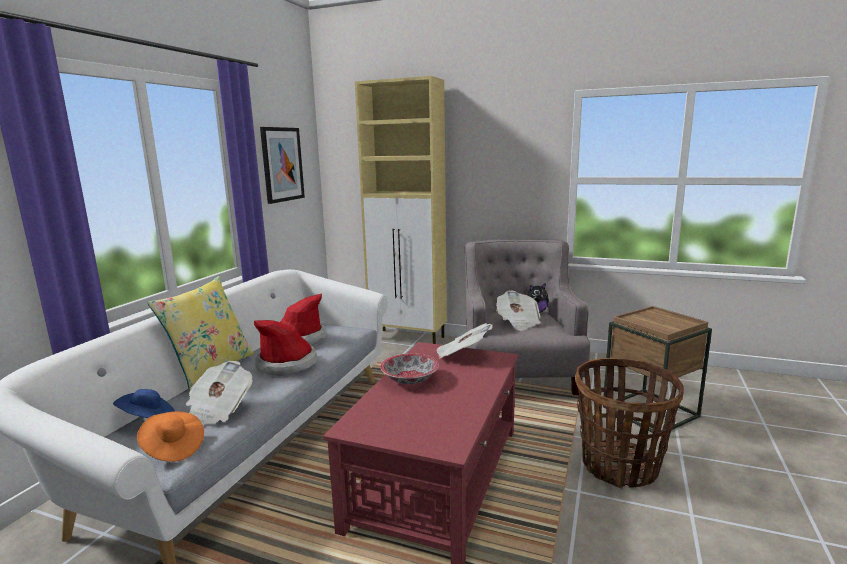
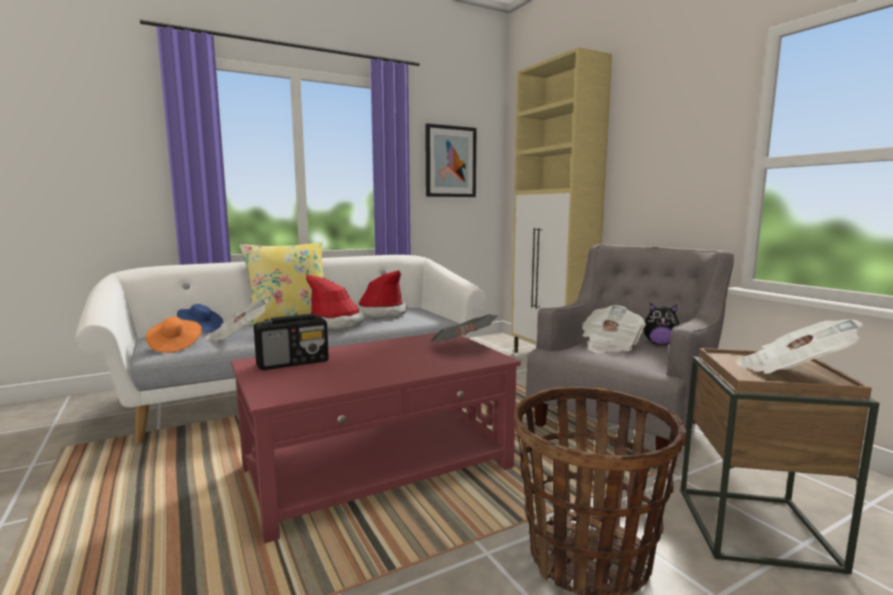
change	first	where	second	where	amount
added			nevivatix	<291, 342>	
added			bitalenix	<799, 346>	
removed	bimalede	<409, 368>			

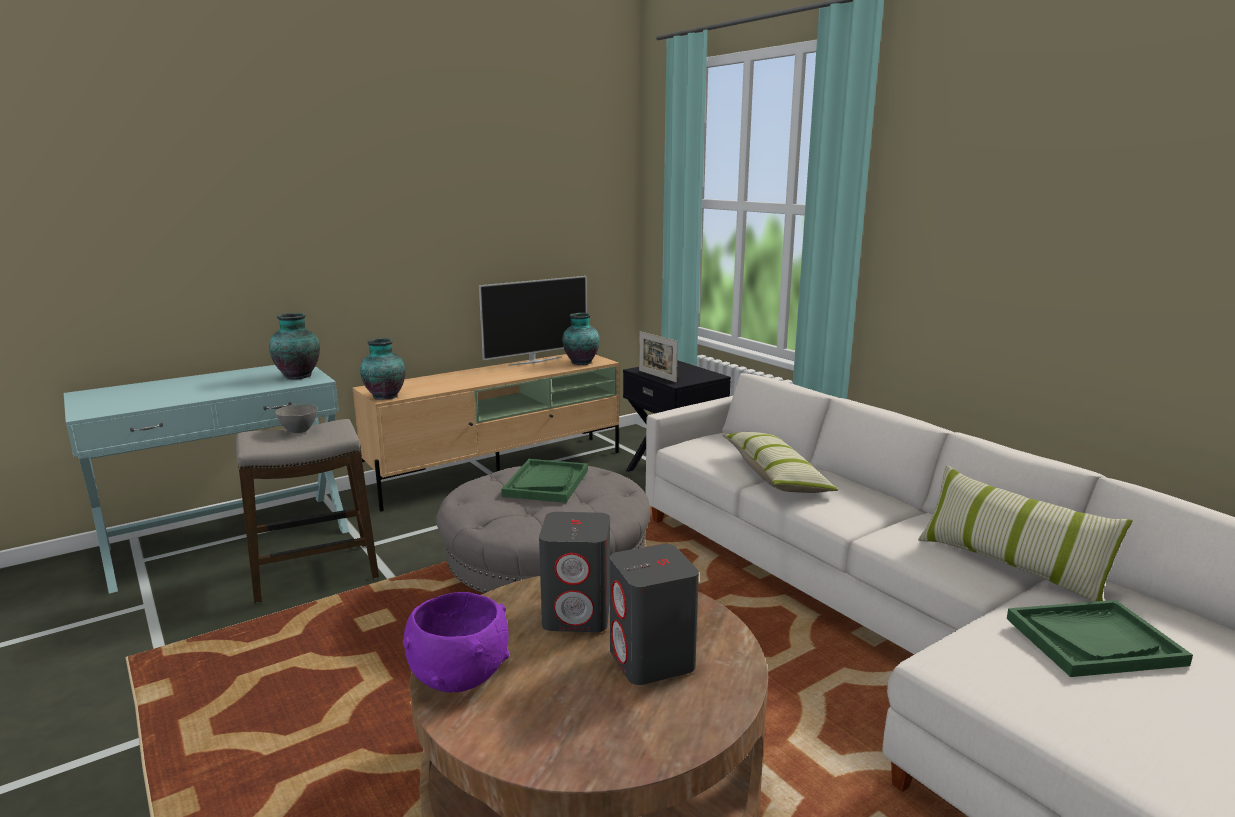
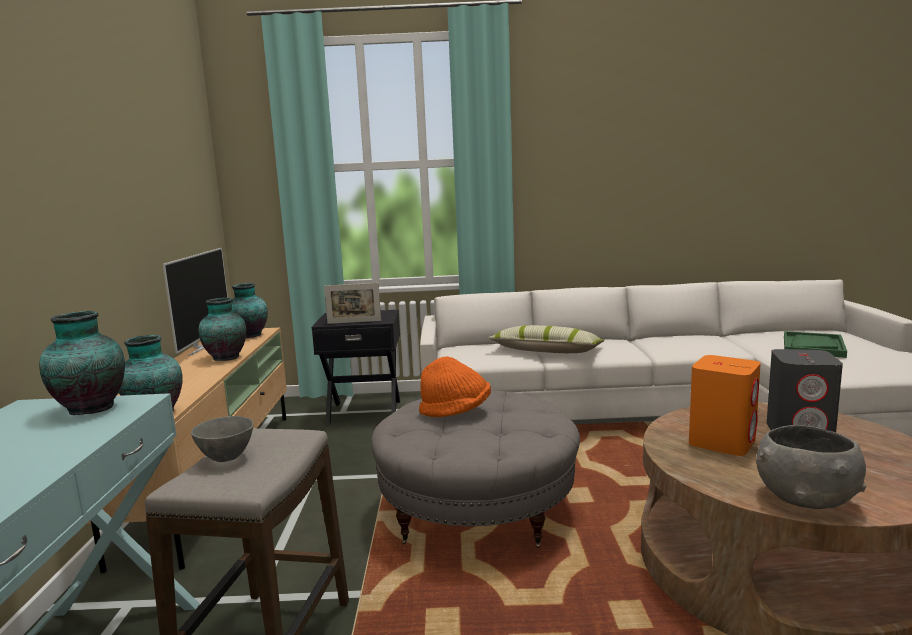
change	first	where	second	where	amount
added			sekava	<222, 329>	
replaced	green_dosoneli	<544, 481>	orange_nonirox	<455, 386>	
recoloured	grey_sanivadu	<574, 572>	orange_sanivadu	<725, 405>	
recoloured	purple_bimalede	<456, 642>	grey_bimalede	<811, 467>	
removed	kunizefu	<1025, 533>			

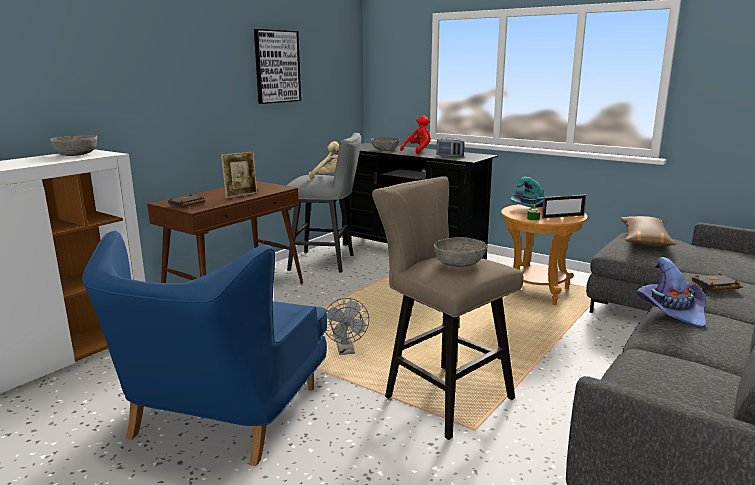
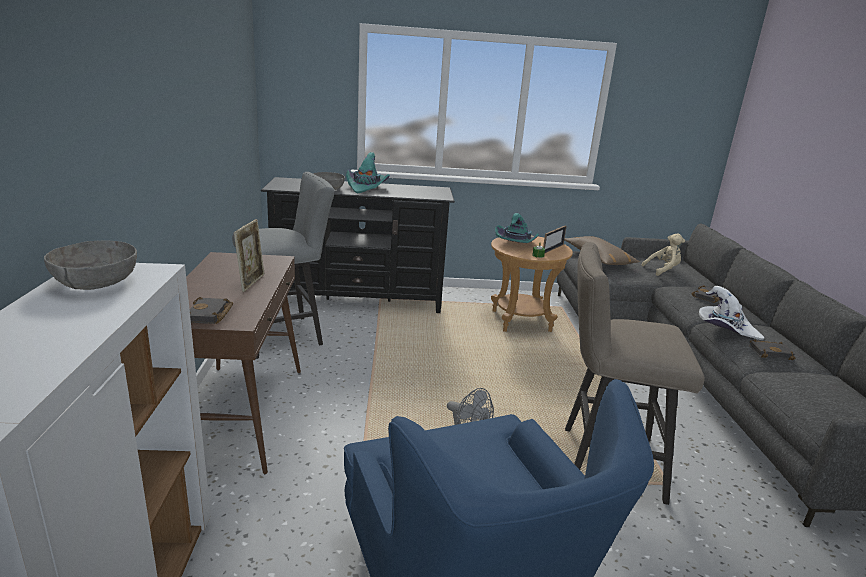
change	first	where	second	where	amount
replaced	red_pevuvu	<415, 134>	turquoise_nonirox	<368, 172>	
moved	beige_pevuvu	<324, 160>		<663, 254>	
recoloured	purple_nonirox	<671, 293>	white_nonirox	<731, 313>	
added			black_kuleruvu	<772, 350>	
removed	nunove	<277, 66>			
removed	grey_bimalede	<460, 252>			
removed	nevivatix	<450, 147>			

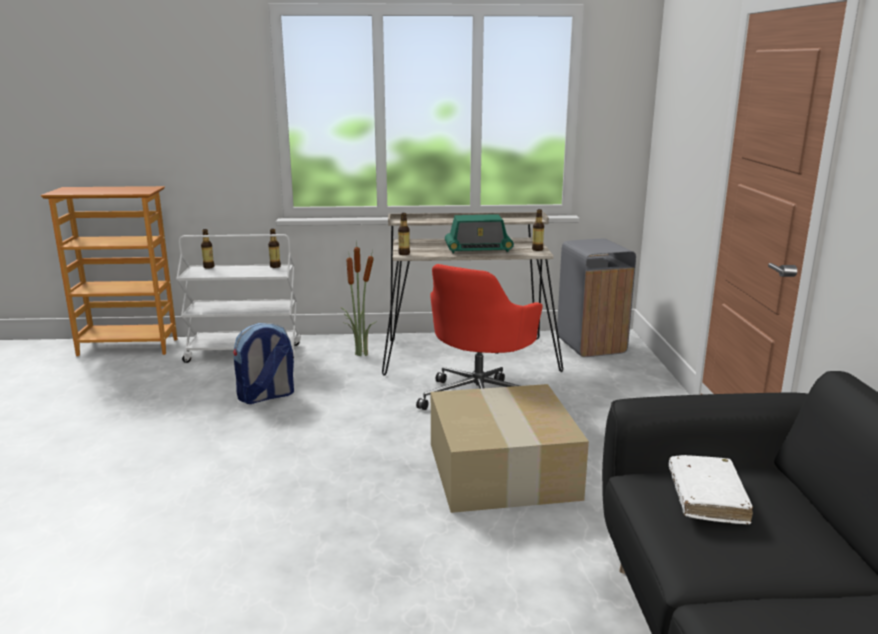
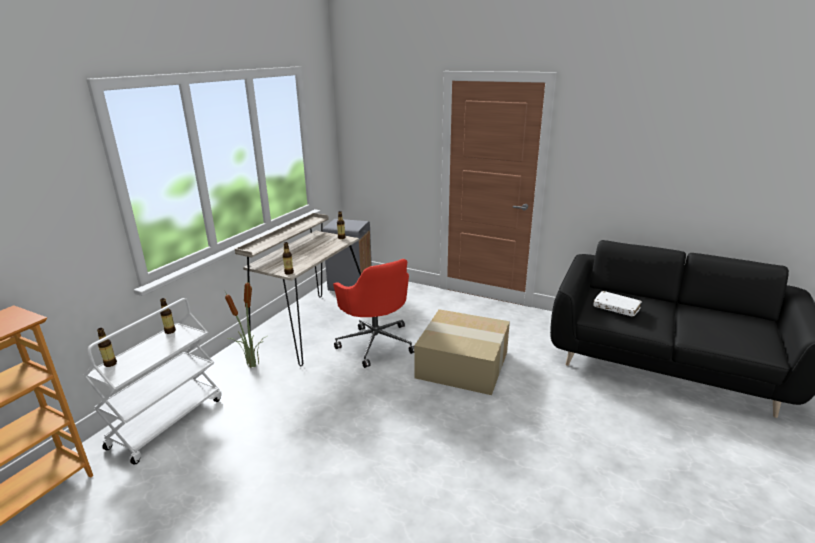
change	first	where	second	where	amount
removed	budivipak	<263, 363>			
removed	nevivatix	<479, 233>			

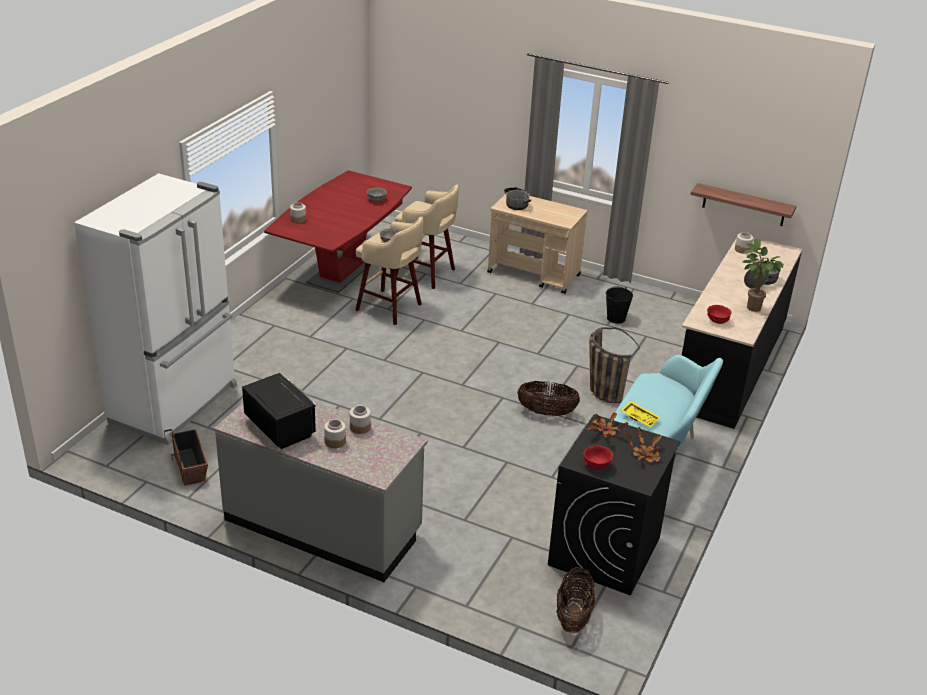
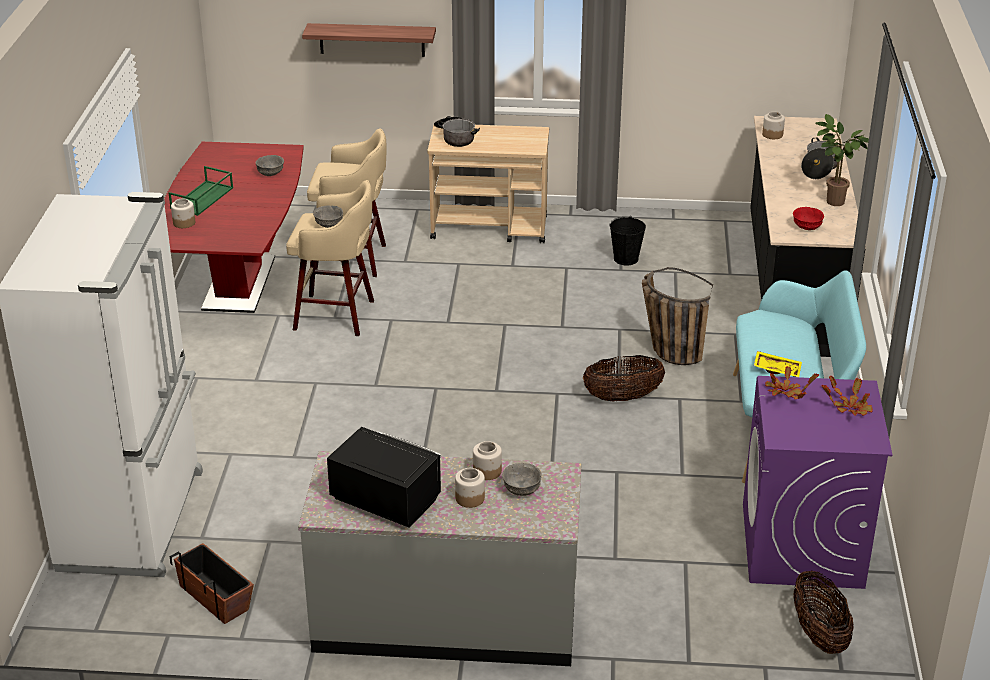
change	first	where	second	where	amount
added			green_dosoneli	<201, 191>	
moved	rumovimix	<743, 204>		<369, 40>	
added			grey_bimalede	<522, 479>	
recoloured	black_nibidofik	<614, 505>	purple_nibidofik	<817, 482>	
removed	red_bimalede	<598, 457>			

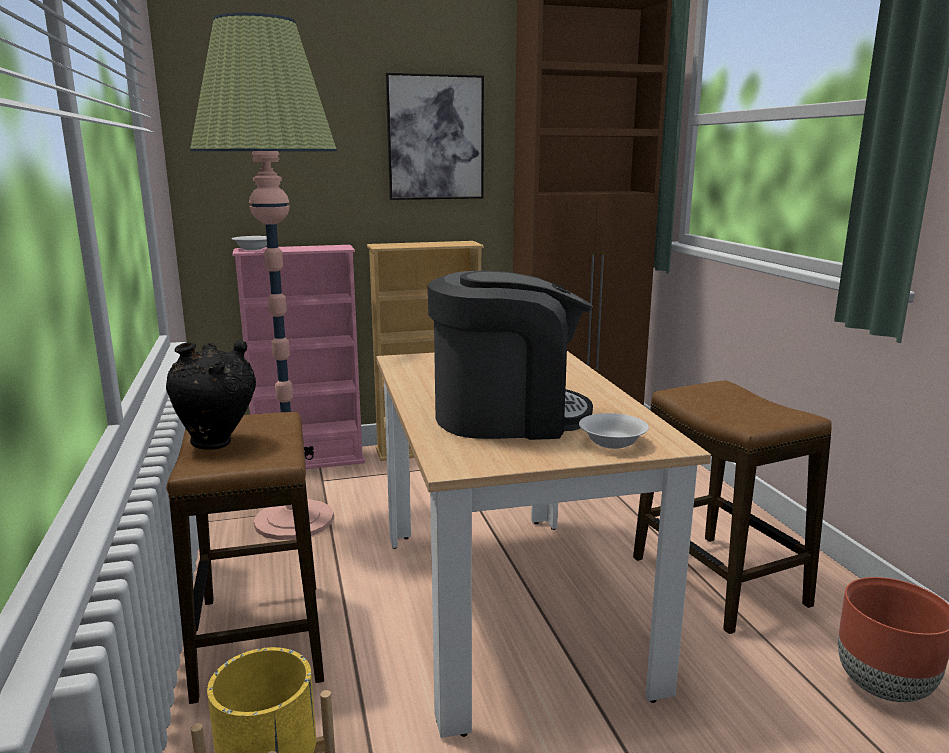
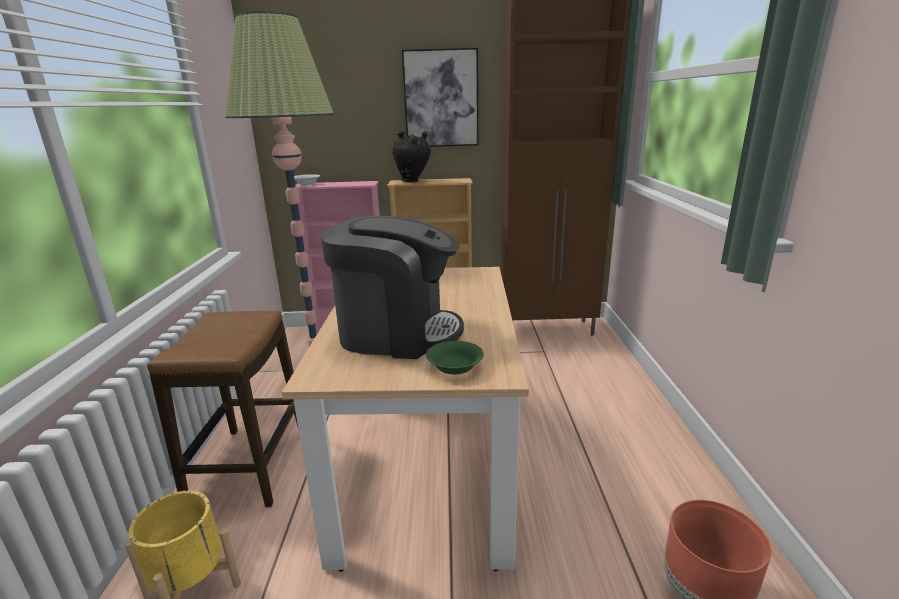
change	first	where	second	where	amount
moved	black_sekava	<211, 395>		<411, 156>	
recoloured	white_bimalede	<614, 431>	green_bimalede	<455, 358>	
removed	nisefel	<732, 507>			

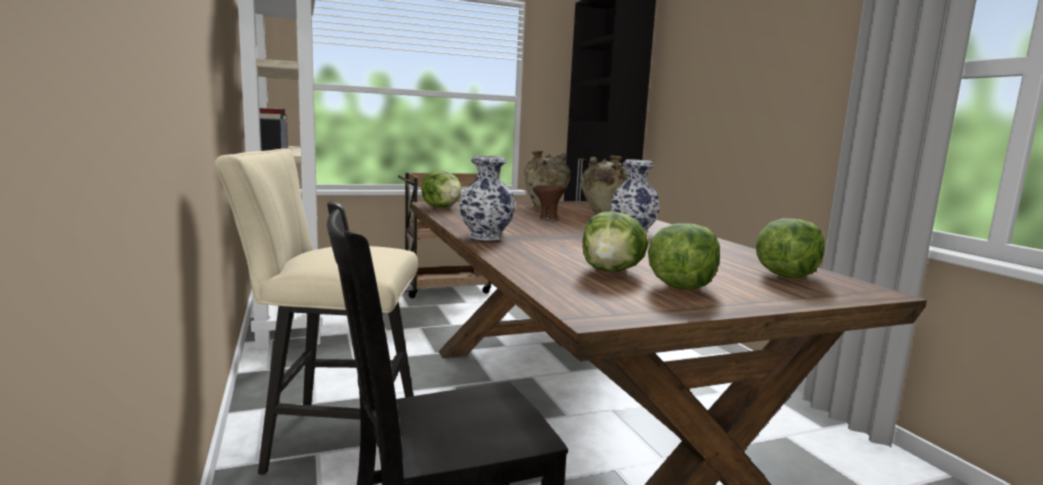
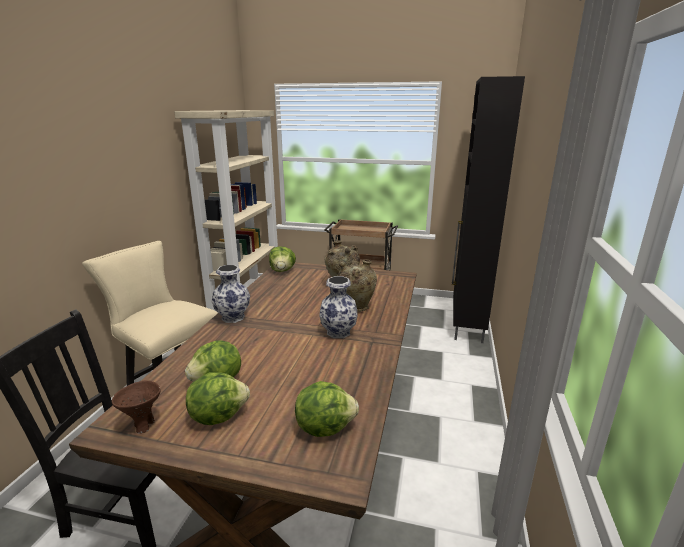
change	first	where	second	where	amount
moved	brown_bimalede	<549, 202>		<136, 407>	

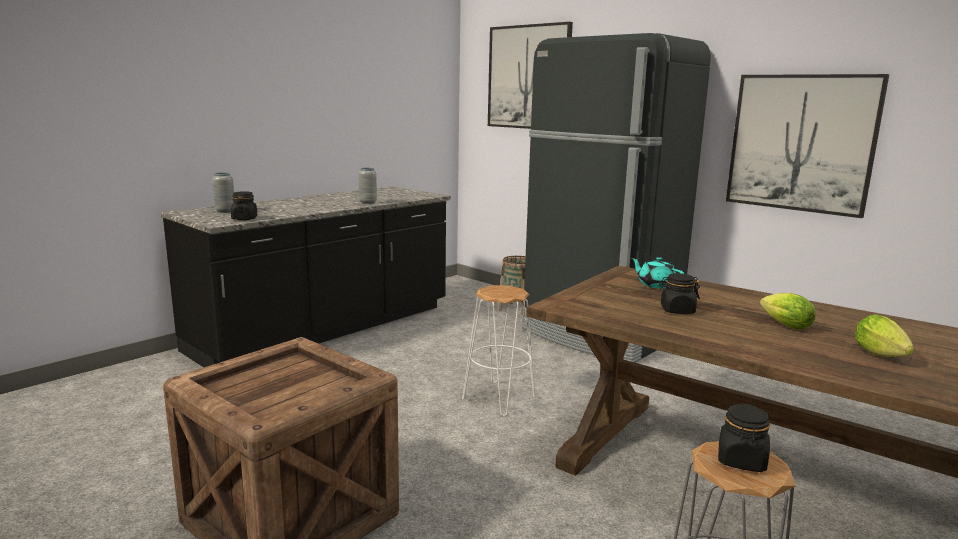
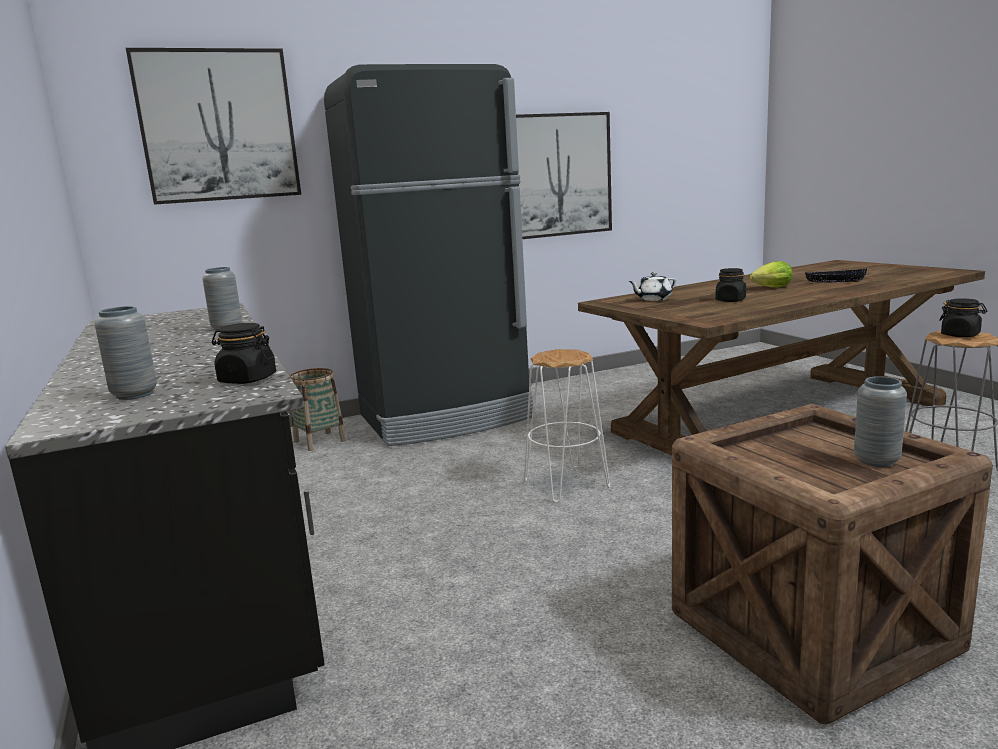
change	first	where	second	where	amount
recoloured	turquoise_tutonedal	<657, 273>	white_tutonedal	<652, 286>	
replaced	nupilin	<884, 335>	black_bimalede	<836, 275>	
added			grey_sekava	<880, 421>	

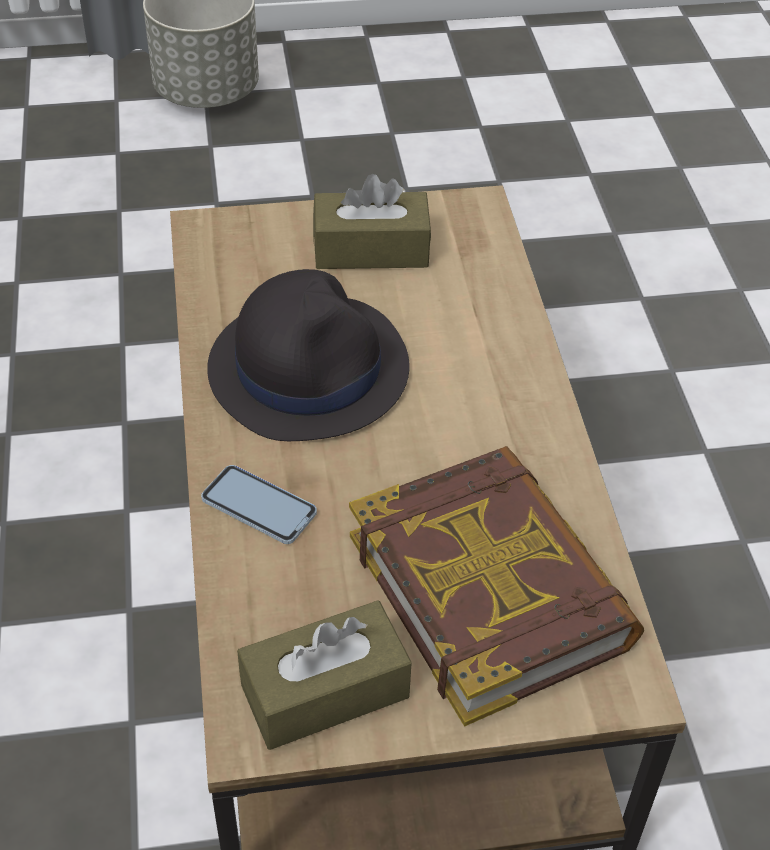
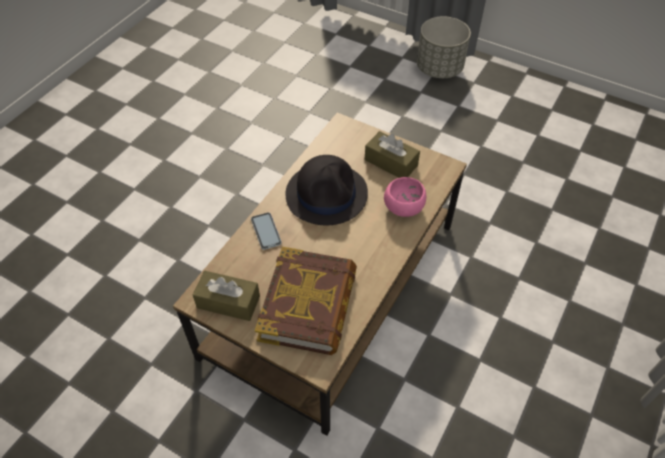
change	first	where	second	where	amount
added			pink_bimalede	<405, 197>	

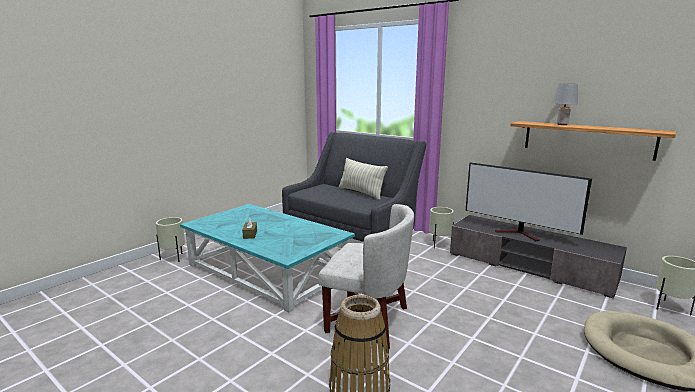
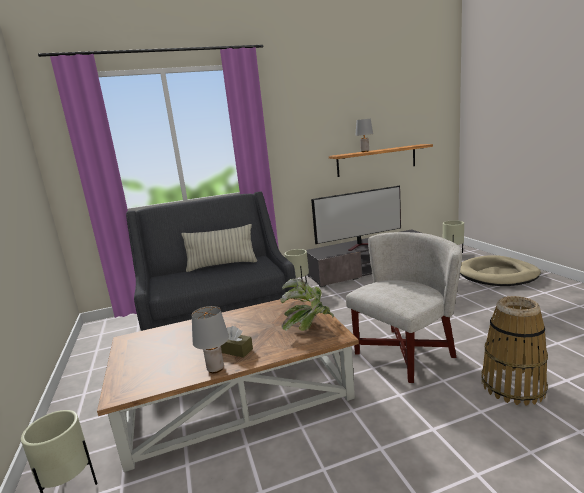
change	first	where	second	where	amount
recoloured	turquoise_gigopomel	<267, 258>	brown_gigopomel	<228, 385>	
added			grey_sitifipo	<210, 339>	
added			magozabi	<307, 304>	

